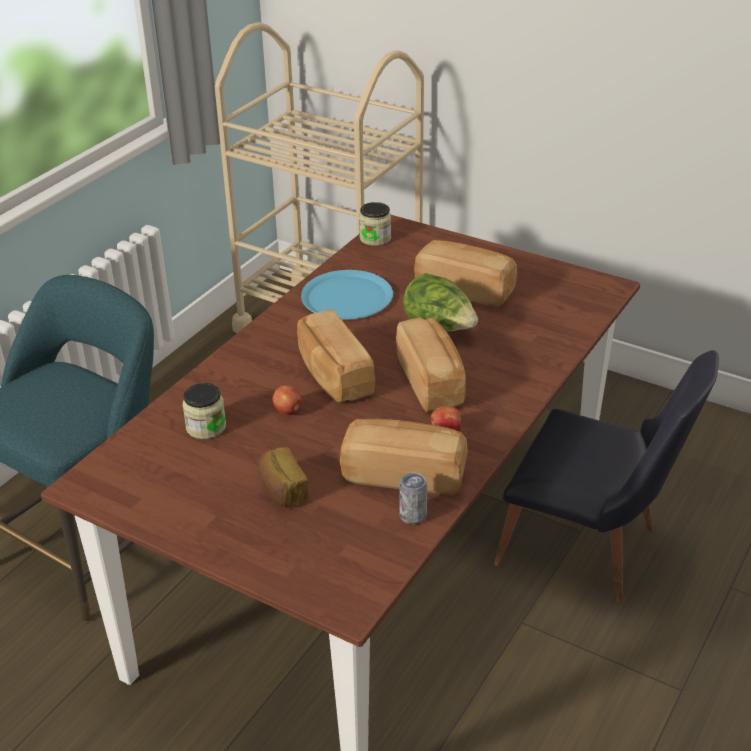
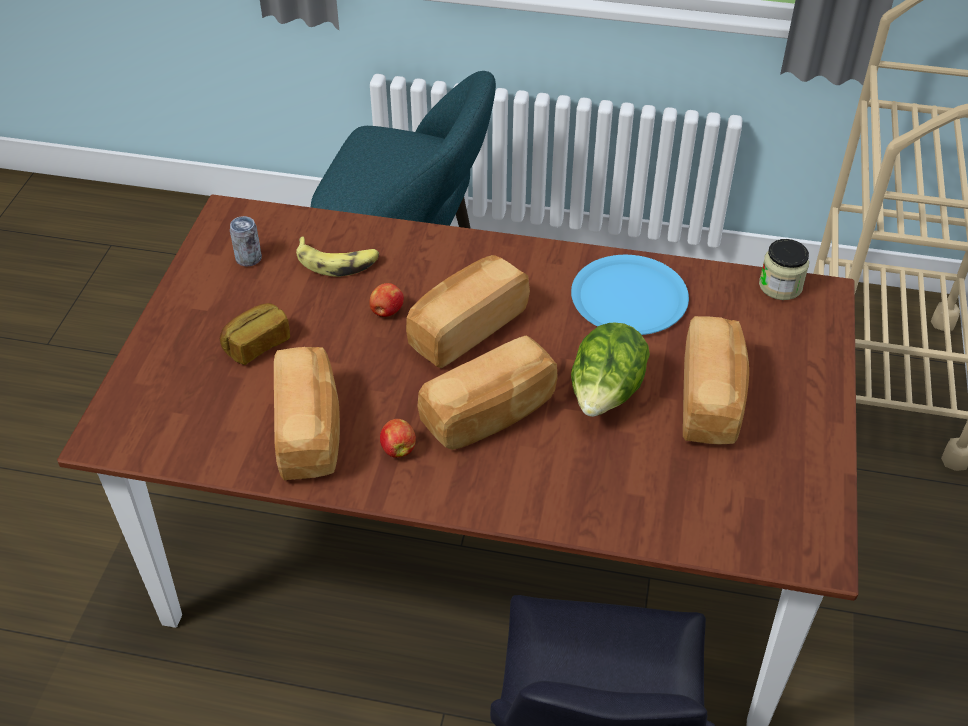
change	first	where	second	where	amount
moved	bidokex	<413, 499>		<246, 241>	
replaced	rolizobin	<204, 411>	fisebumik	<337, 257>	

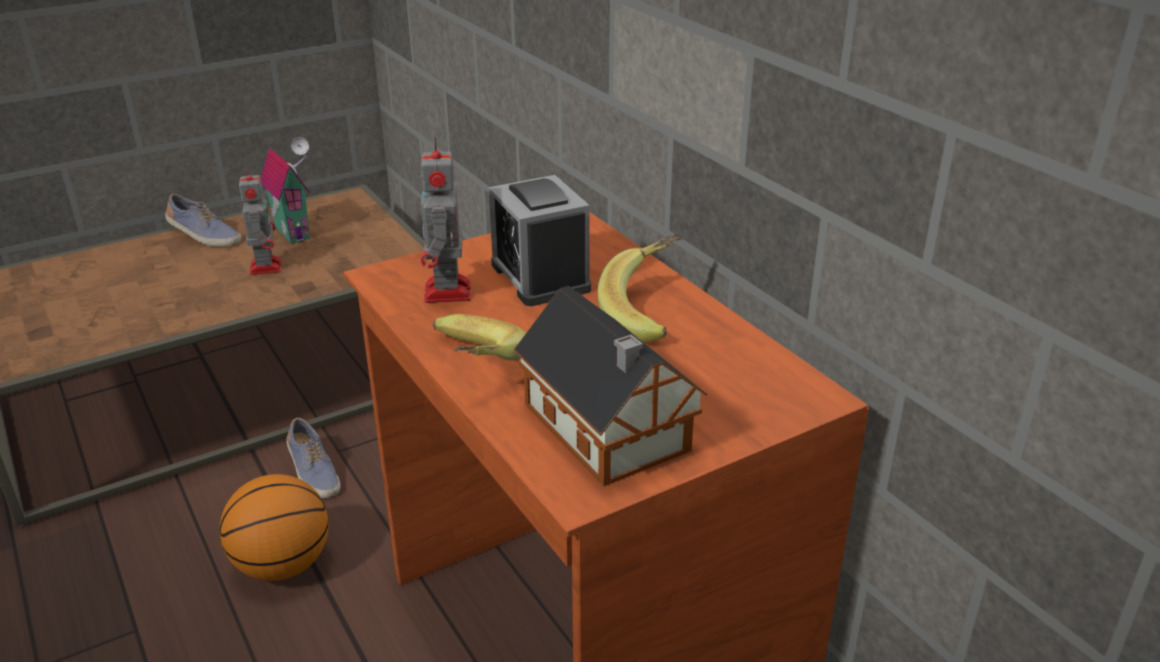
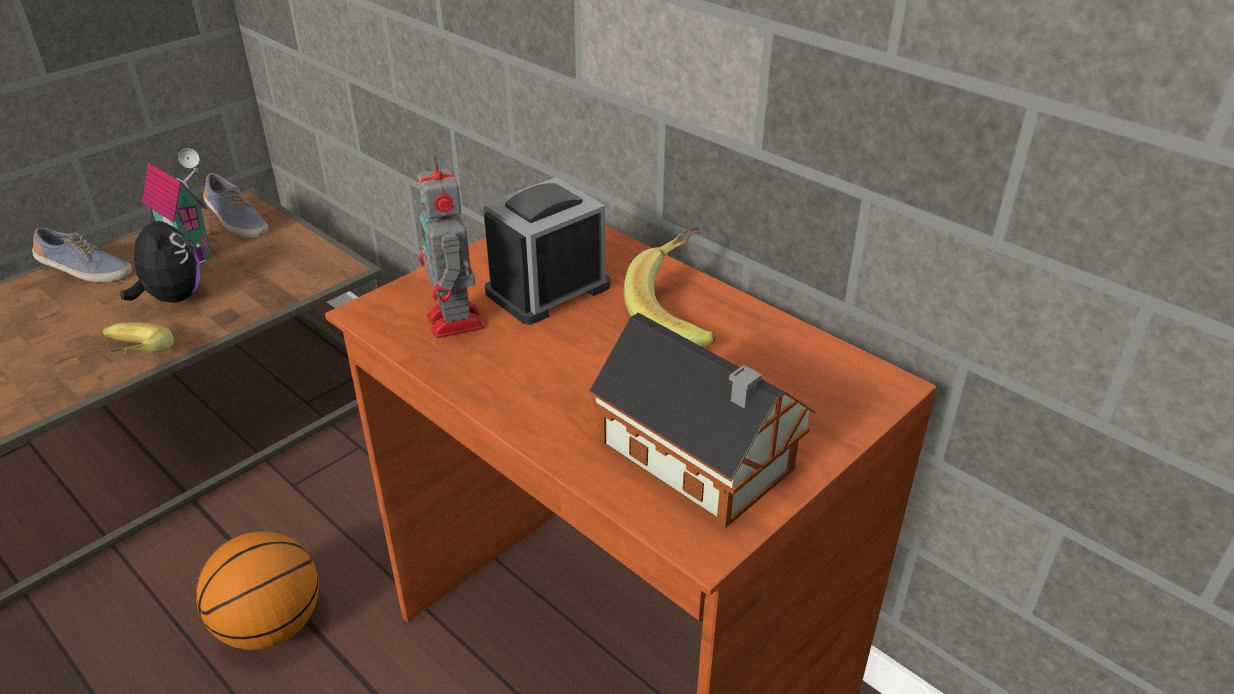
change	first	where	second	where	amount
moved	fisebumik	<479, 337>		<137, 338>	
replaced	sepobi	<260, 220>	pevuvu	<160, 255>	
moved	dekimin	<313, 458>		<235, 205>	
turned	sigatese	<540, 240>		<546, 251>	90 degrees clockwise

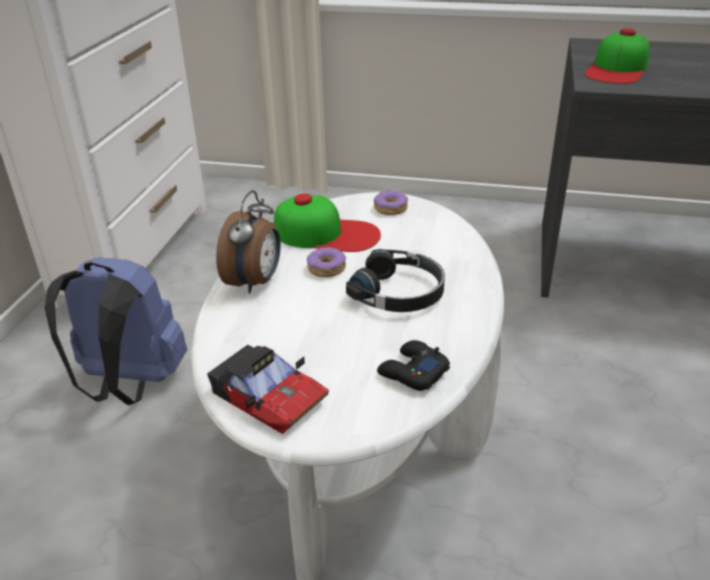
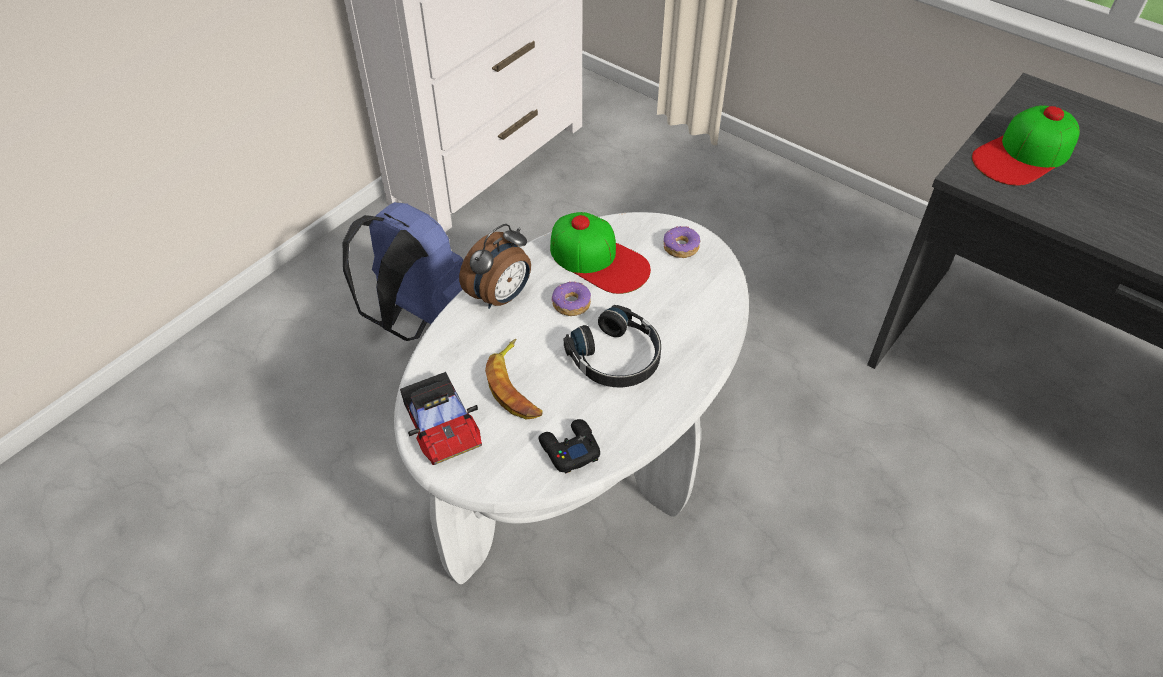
change	first	where	second	where	amount
added			fisebumik	<514, 379>	

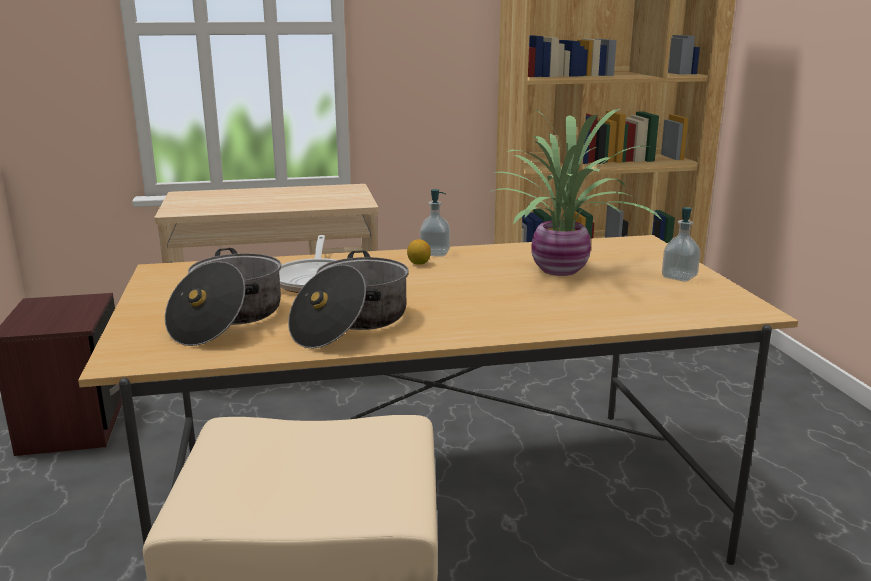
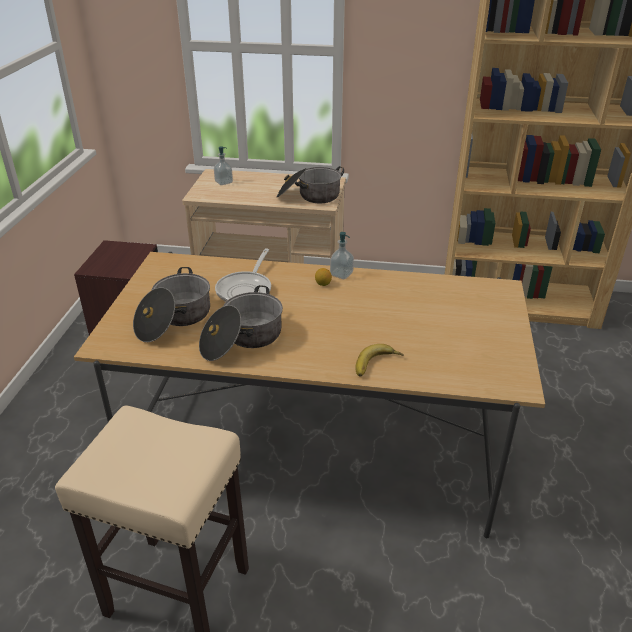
change	first	where	second	where	amount
moved	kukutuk	<681, 244>		<223, 165>	
added			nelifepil	<310, 184>	
added			fisebumik	<379, 360>	
removed	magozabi	<576, 192>			

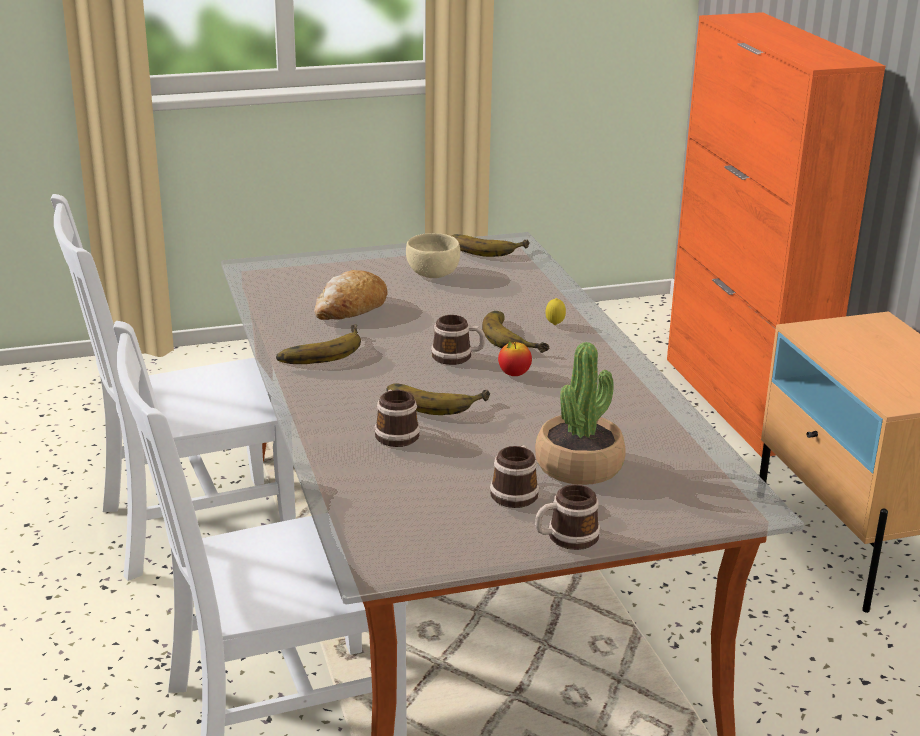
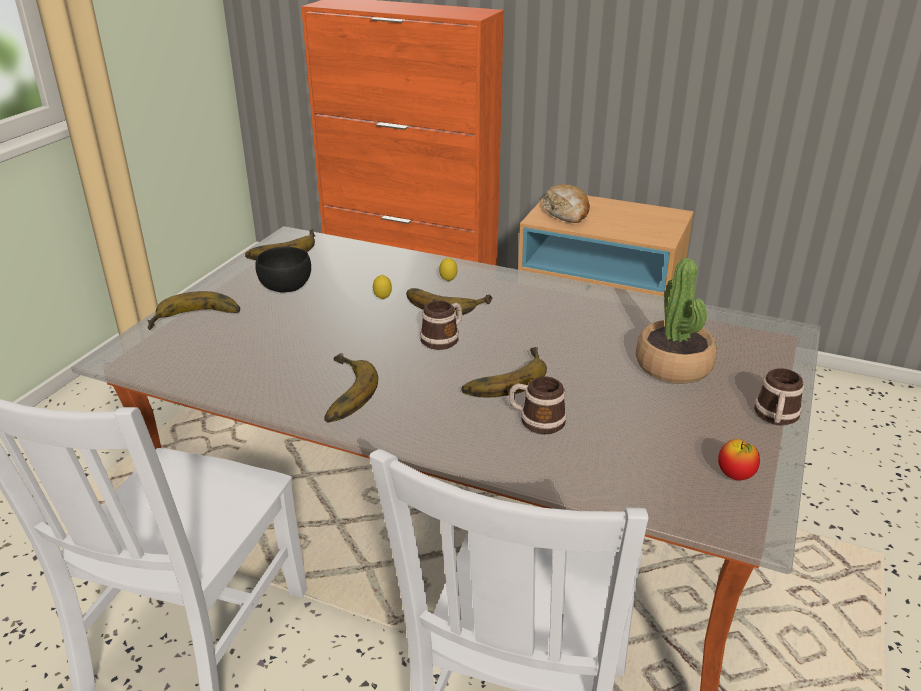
change	first	where	second	where	amount
added			fisebumik	<193, 310>	
recoloured	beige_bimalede	<433, 255>	black_bimalede	<283, 269>	
added			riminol	<382, 287>	
moved	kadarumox	<351, 295>		<566, 203>	
moved	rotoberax	<515, 358>		<739, 459>	
removed	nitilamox	<514, 476>			

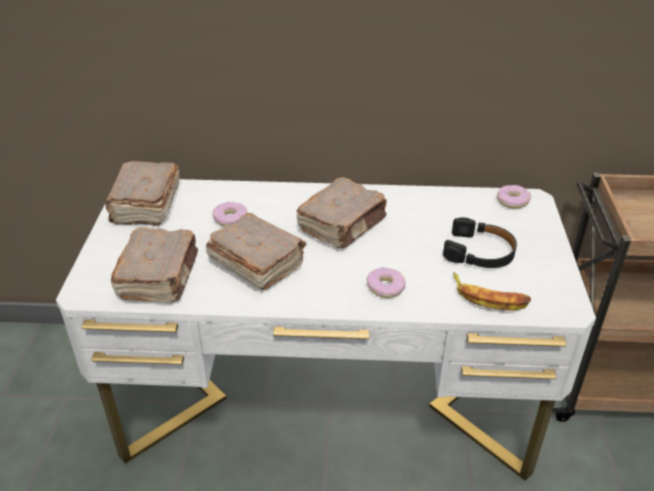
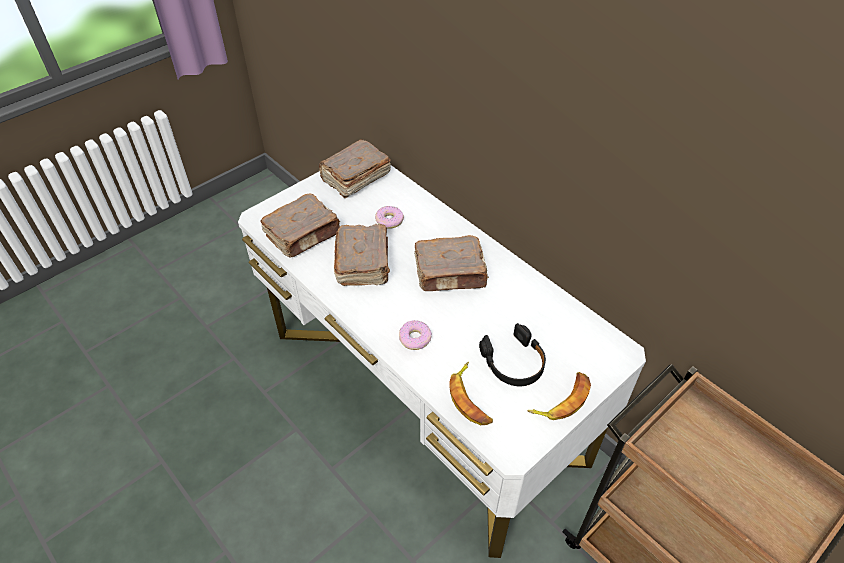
change	first	where	second	where	amount
added			fisebumik	<559, 396>	
removed	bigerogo	<514, 197>			

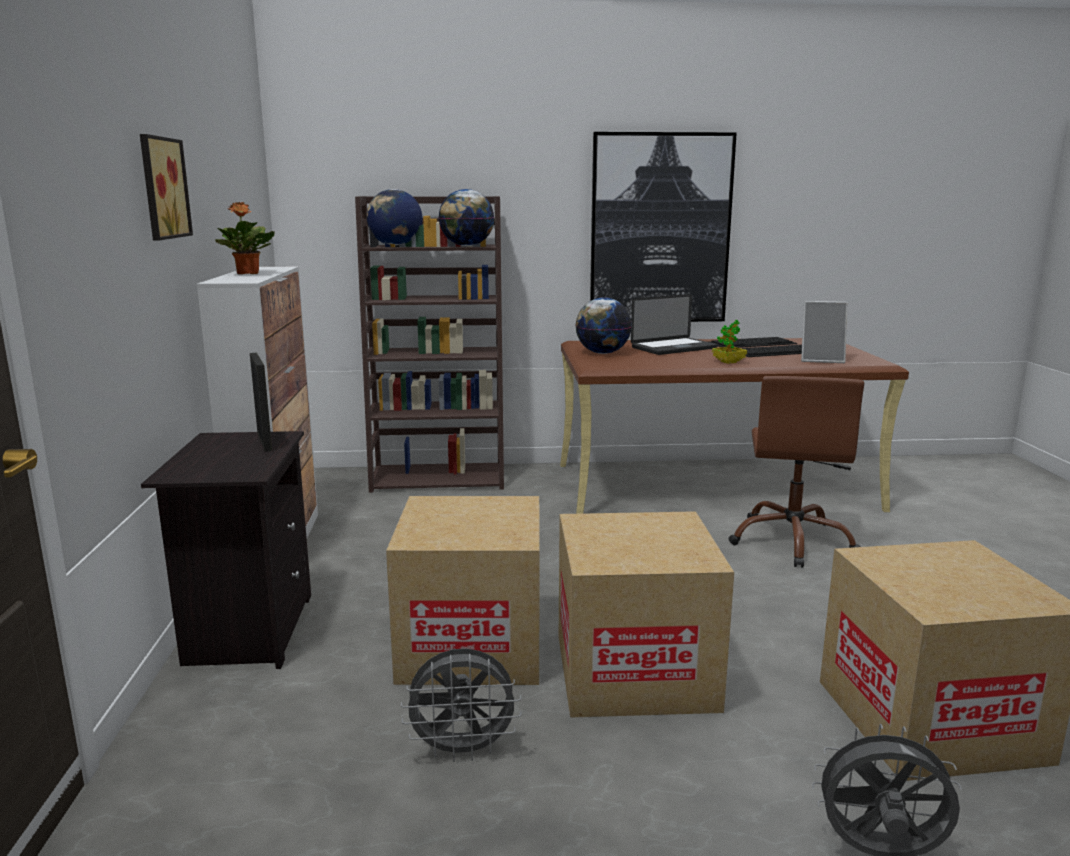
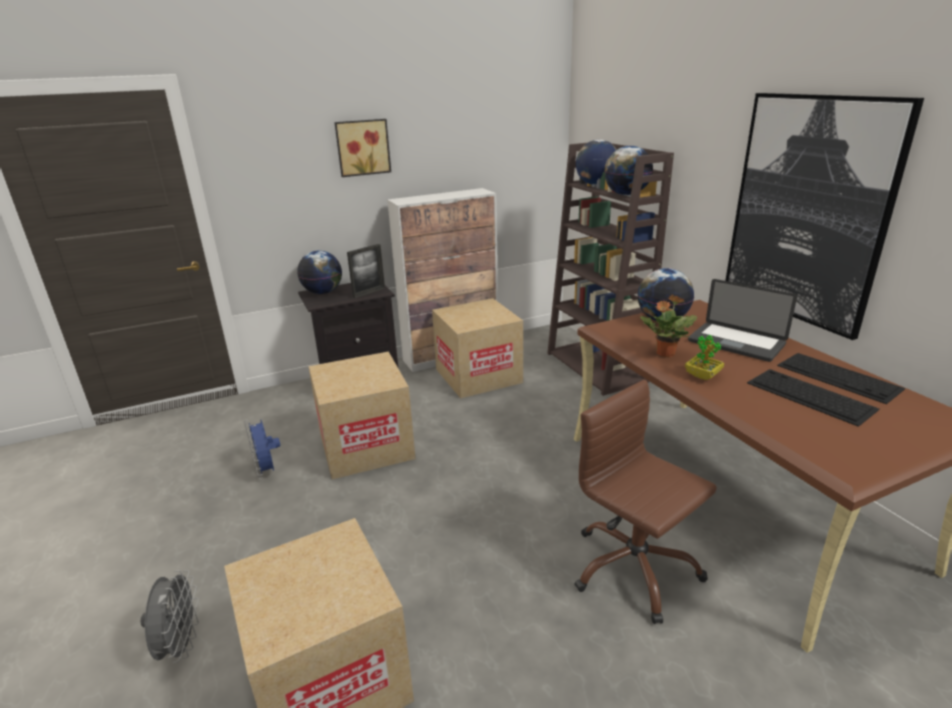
change	first	where	second	where	amount
recoloured	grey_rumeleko	<461, 705>	blue_rumeleko	<262, 449>	
added			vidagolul	<319, 272>	
moved	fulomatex	<646, 614>		<477, 348>	
turned	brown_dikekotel	<796, 472>		<646, 502>	60 degrees clockwise
moved	magozabi	<245, 238>		<668, 326>	
removed	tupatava	<824, 332>			

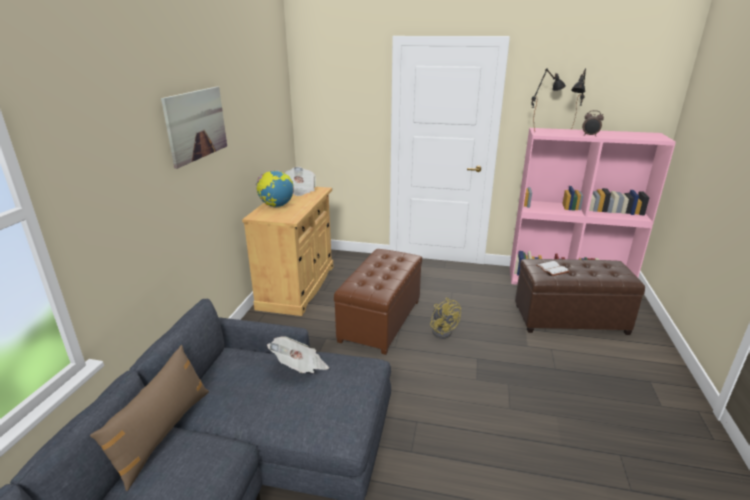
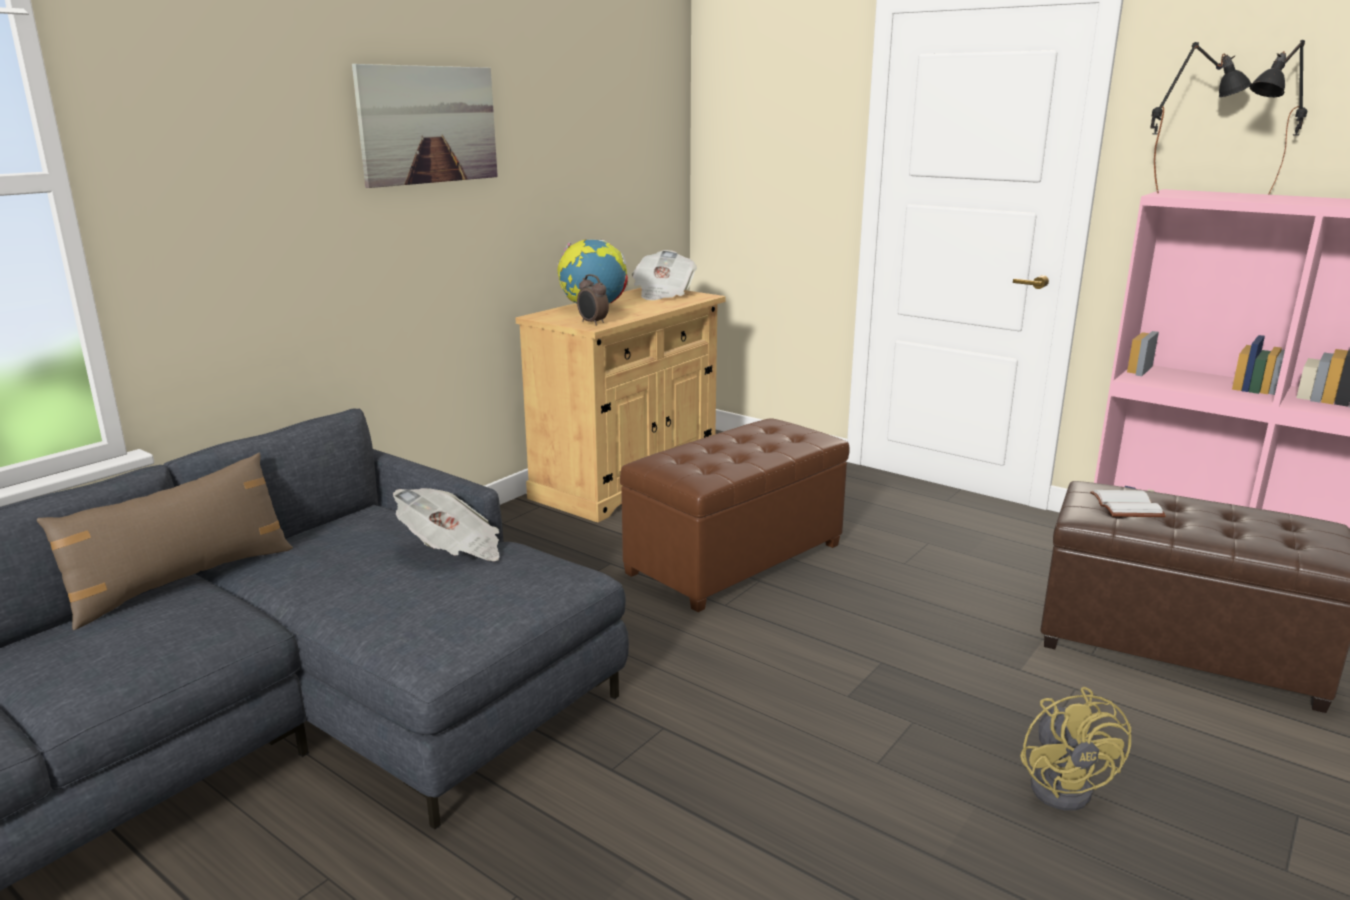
change	first	where	second	where	amount
moved	sigatese	<593, 123>		<593, 300>	
moved	yellow_rumeleko	<445, 318>		<1075, 749>	

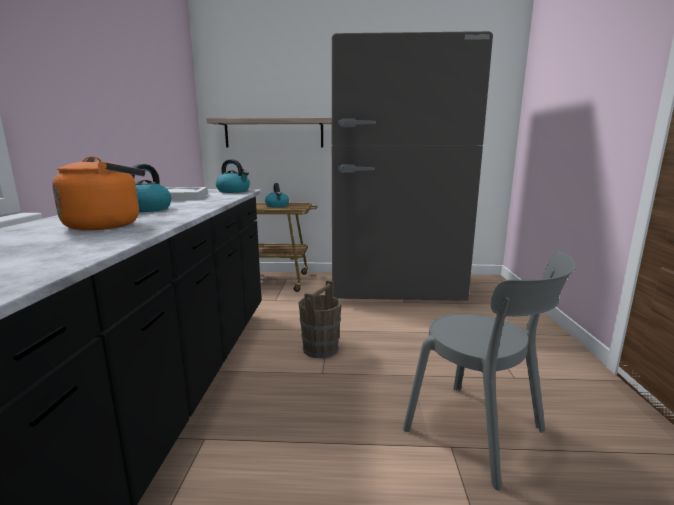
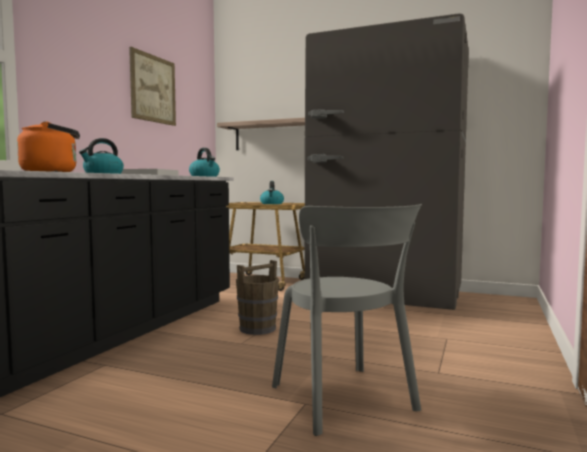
change	first	where	second	where	amount
added			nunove	<152, 86>	

